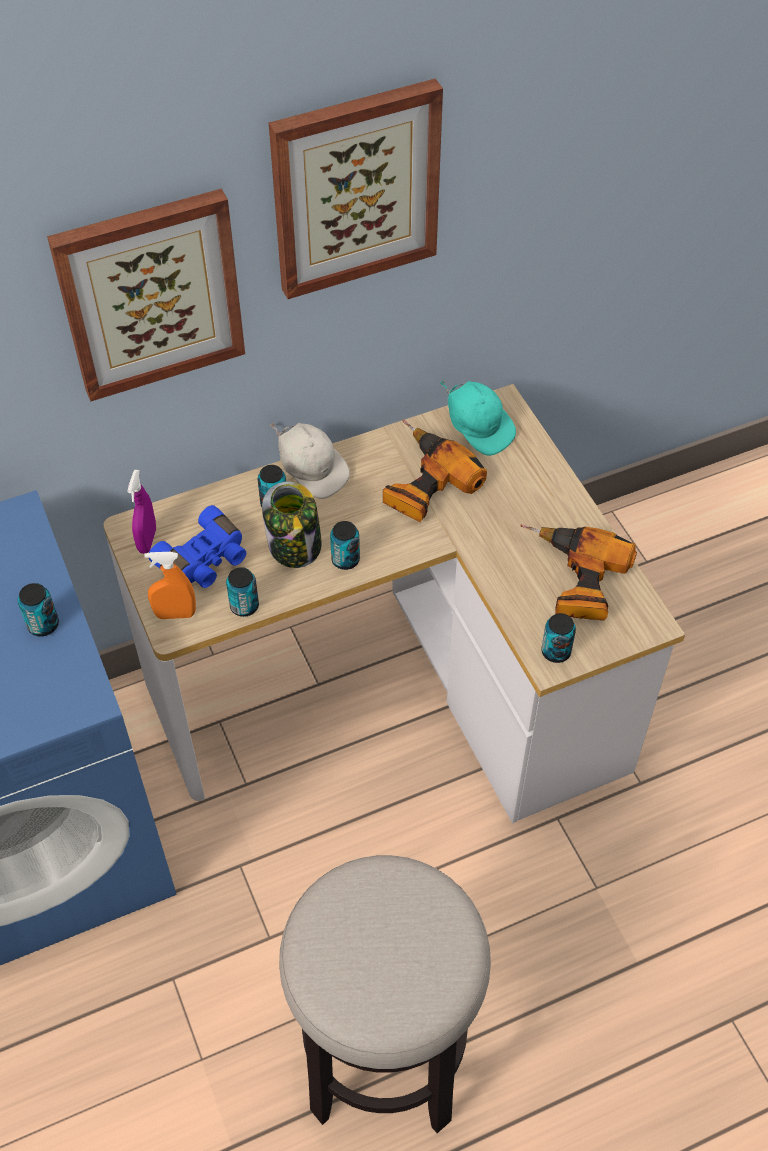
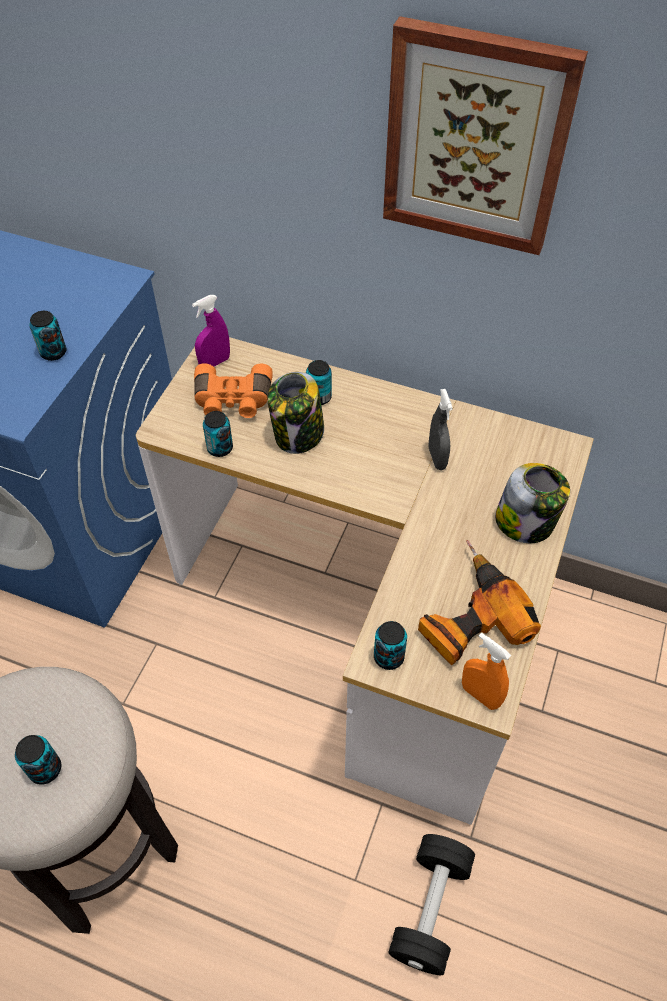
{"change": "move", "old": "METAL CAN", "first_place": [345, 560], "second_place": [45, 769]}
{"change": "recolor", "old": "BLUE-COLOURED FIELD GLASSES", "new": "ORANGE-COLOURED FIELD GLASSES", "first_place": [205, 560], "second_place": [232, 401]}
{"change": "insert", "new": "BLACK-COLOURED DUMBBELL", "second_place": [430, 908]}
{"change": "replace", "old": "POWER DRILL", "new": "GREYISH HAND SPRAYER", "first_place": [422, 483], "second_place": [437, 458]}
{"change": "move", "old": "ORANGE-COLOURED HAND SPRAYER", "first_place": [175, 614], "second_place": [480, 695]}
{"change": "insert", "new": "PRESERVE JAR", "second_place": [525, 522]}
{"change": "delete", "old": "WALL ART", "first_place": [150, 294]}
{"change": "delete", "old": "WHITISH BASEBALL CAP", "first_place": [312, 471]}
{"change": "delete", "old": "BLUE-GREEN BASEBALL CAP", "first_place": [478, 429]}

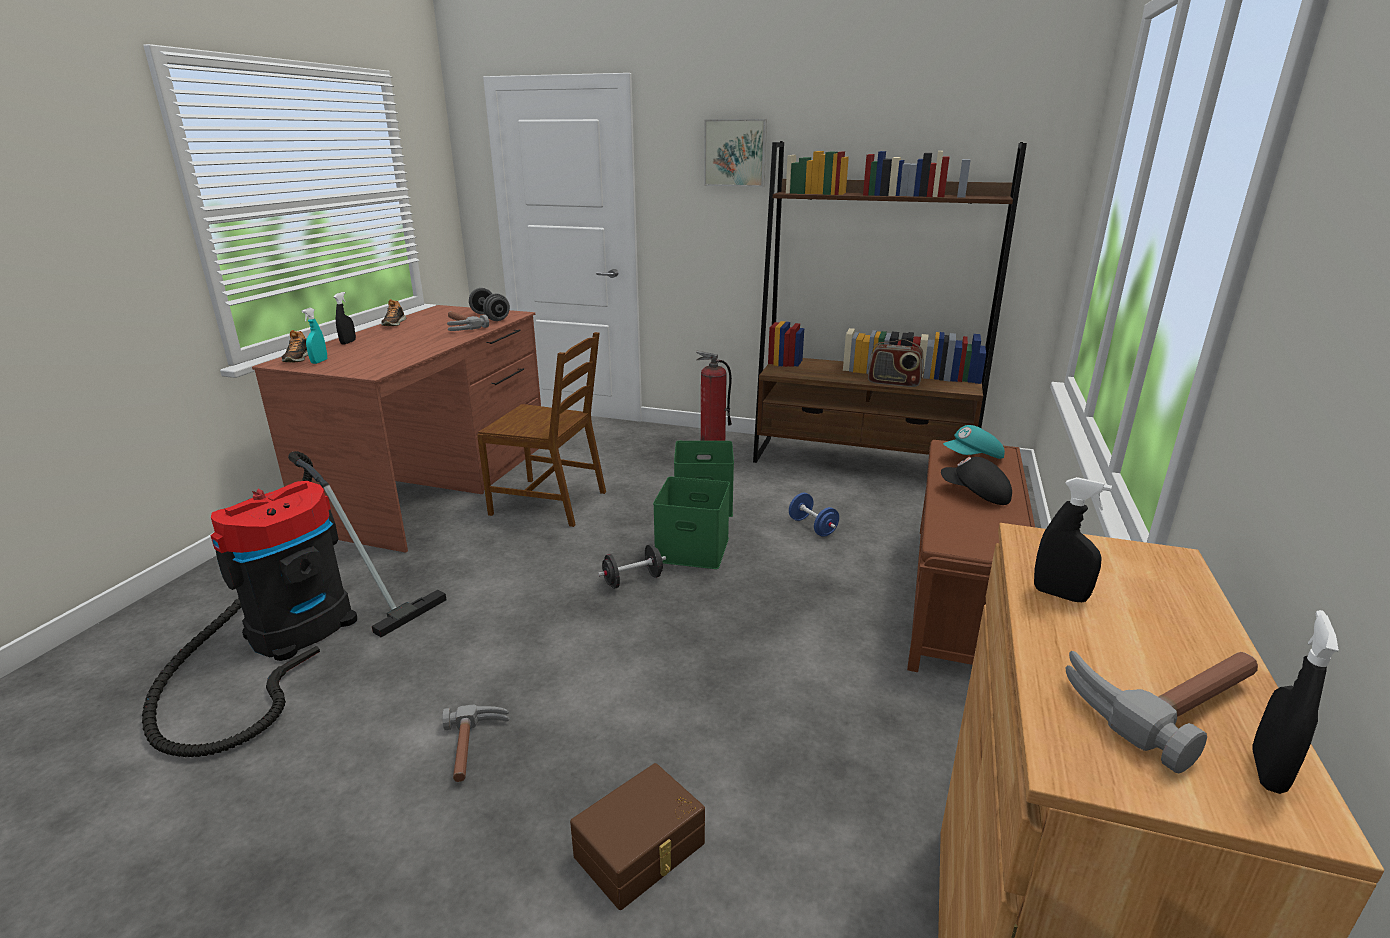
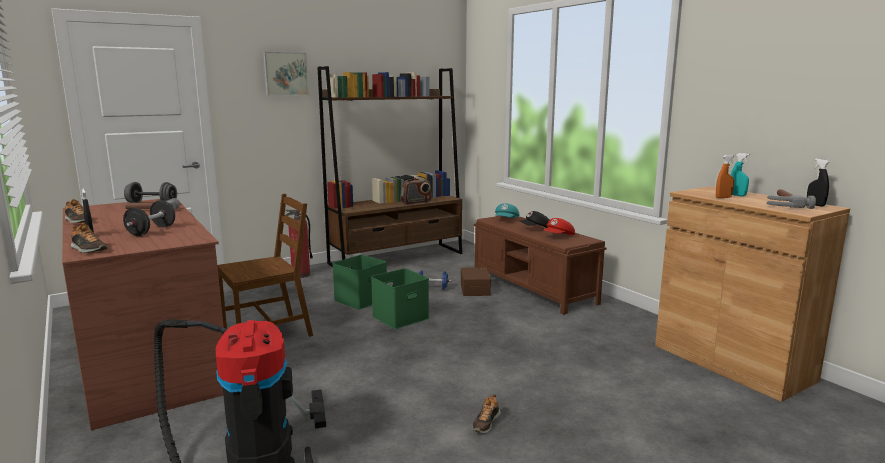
{"change": "move", "old": "BLACK-COLOURED DUMBBELL", "first_place": [633, 580], "second_place": [151, 231]}
{"change": "move", "old": "BROWNISH STORAGE CONTAINER", "first_place": [641, 851], "second_place": [476, 289]}
{"change": "replace", "old": "HAMMER", "new": "SHOE", "first_place": [475, 748], "second_place": [485, 423]}
{"change": "insert", "new": "RED BASEBALL CAP", "second_place": [558, 237]}
{"change": "recolor", "old": "BLACK-COLOURED HAND SPRAYER", "new": "ORANGE-COLOURED HAND SPRAYER", "first_place": [1059, 595], "second_place": [723, 197]}
{"change": "move", "old": "BLUE-GREEN HAND SPRAYER", "first_place": [319, 361], "second_place": [737, 195]}

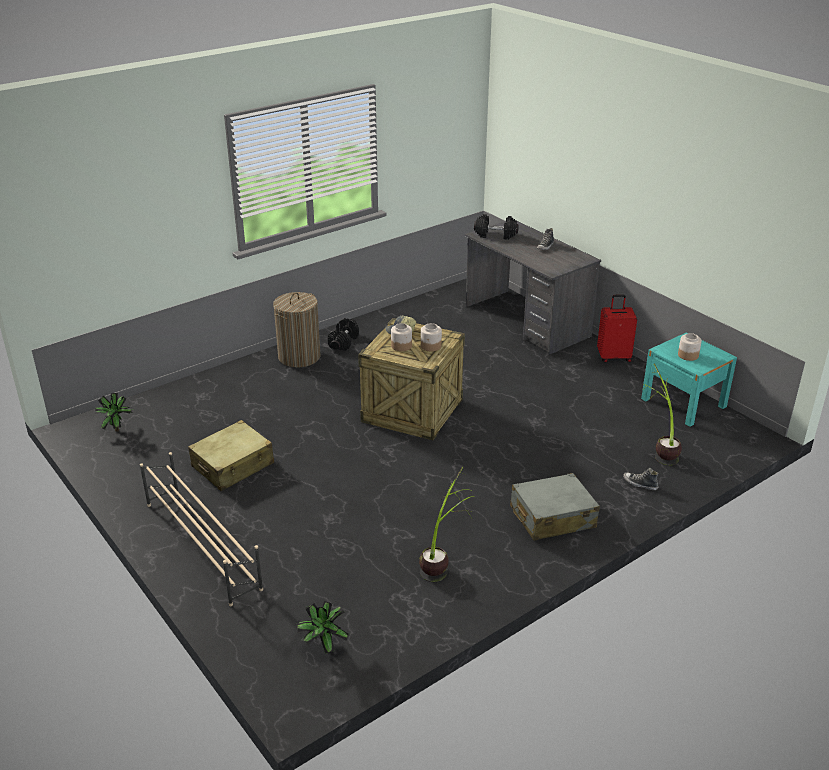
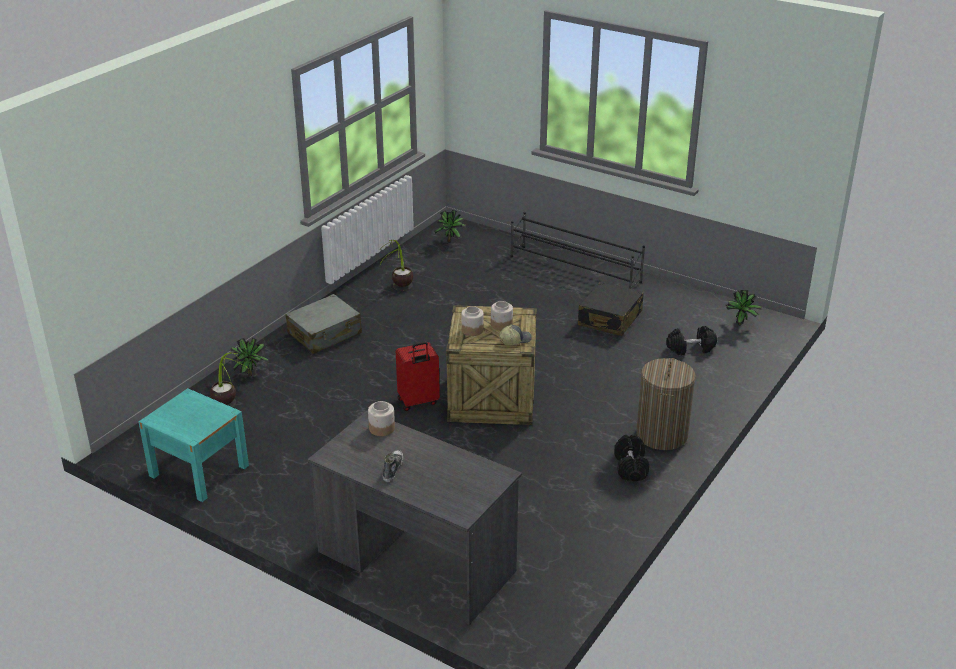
{"change": "replace", "old": "SHOE", "new": "PLANT IN A POT", "first_place": [640, 484], "second_place": [251, 373]}
{"change": "move", "old": "PRESERVE JAR", "first_place": [687, 355], "second_place": [382, 428]}
{"change": "move", "old": "RED SUITCASE", "first_place": [613, 357], "second_place": [418, 402]}
{"change": "recolor", "old": "SAND-COLOURED SHOE SHELF", "new": "BLACK-COLOURED SHOE SHELF", "first_place": [202, 544], "second_place": [575, 269]}
{"change": "recolor", "old": "SAND-COLOURED SUITCASE", "new": "BLACK-COLOURED SUITCASE", "first_place": [233, 465], "second_place": [609, 319]}
{"change": "move", "old": "BLACK-COLOURED DUMBBELL", "first_place": [495, 235], "second_place": [690, 349]}

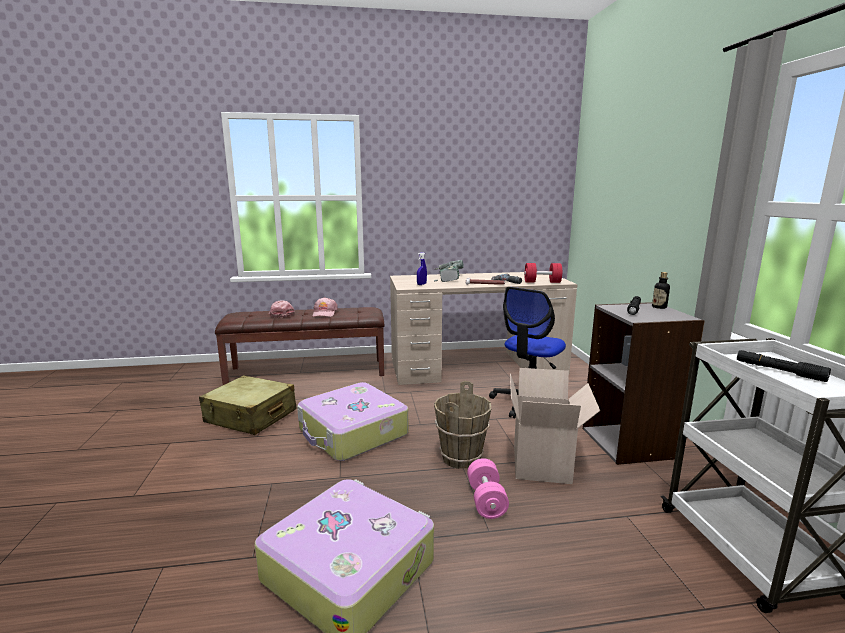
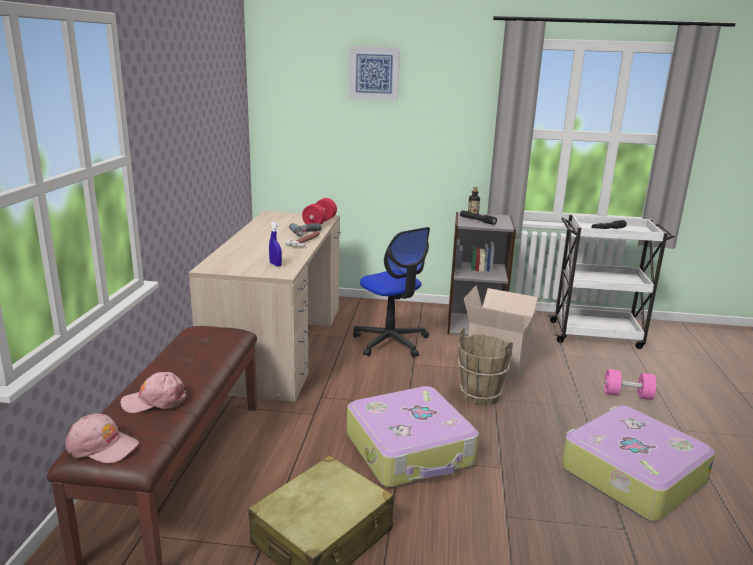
{"change": "move", "old": "PINKISH BASEBALL CAP", "first_place": [324, 313], "second_place": [102, 446]}
{"change": "insert", "new": "WALL ART", "second_place": [374, 73]}
{"change": "move", "old": "PINKISH DUMBBELL", "first_place": [486, 500], "second_place": [627, 395]}
{"change": "delete", "old": "POWER DRILL", "first_place": [447, 279]}

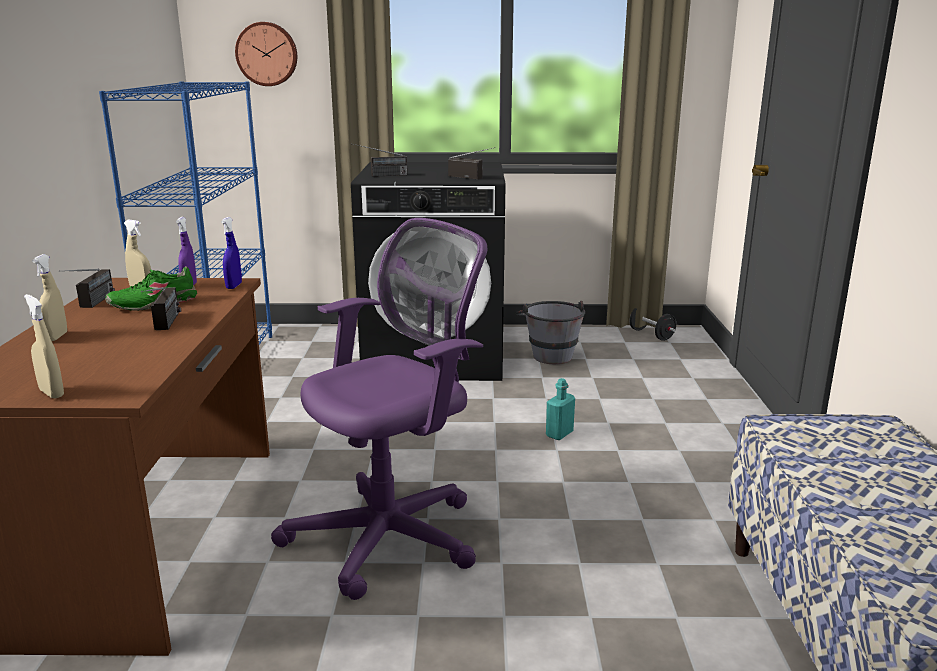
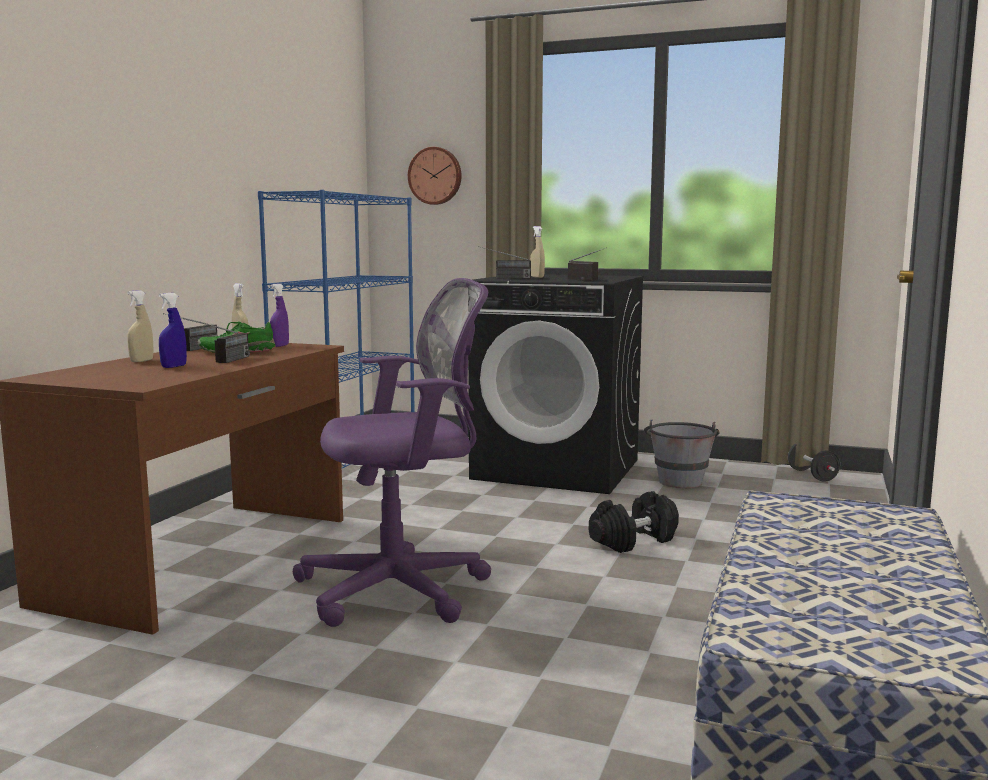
{"change": "move", "old": "BLUE-COLOURED HAND SPRAYER", "first_place": [234, 286], "second_place": [174, 366]}
{"change": "move", "old": "SAND-COLOURED HAND SPRAYER", "first_place": [51, 393], "second_place": [537, 277]}
{"change": "replace", "old": "BLUE-GREEN DRINK BOTTLE", "new": "BLACK-COLOURED DUMBBELL", "first_place": [559, 434], "second_place": [633, 540]}

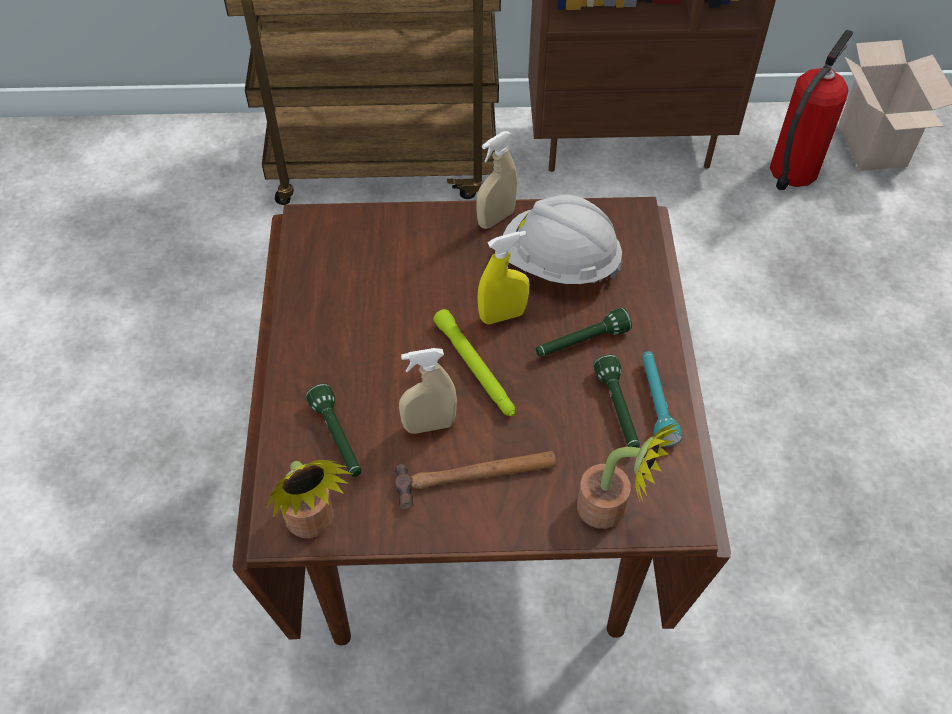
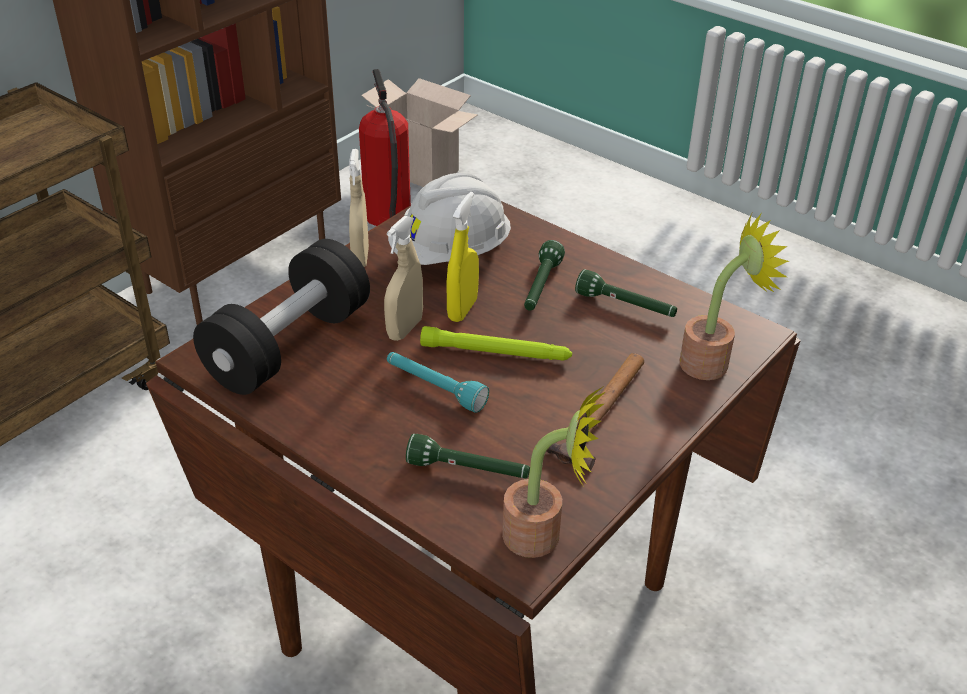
{"change": "insert", "new": "BLACK-COLOURED DUMBBELL", "second_place": [288, 345]}
{"change": "move", "old": "SAND-COLOURED HAND SPRAYER", "first_place": [429, 425], "second_place": [405, 329]}
{"change": "move", "old": "BLUE-GREEN TORCH", "first_place": [656, 403], "second_place": [434, 388]}

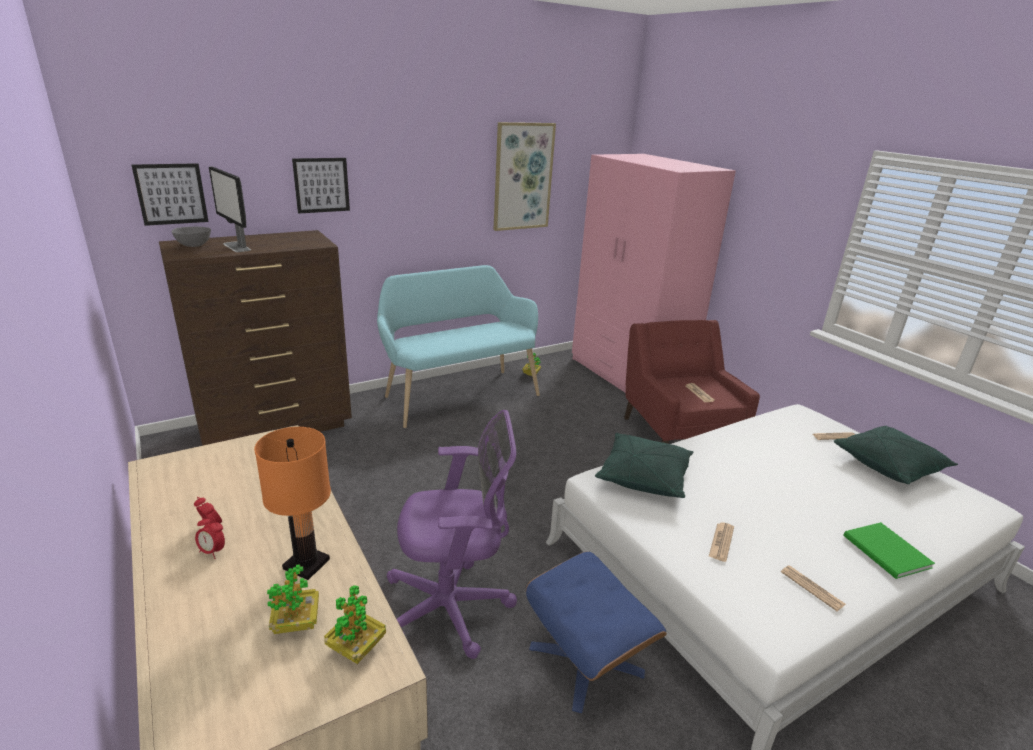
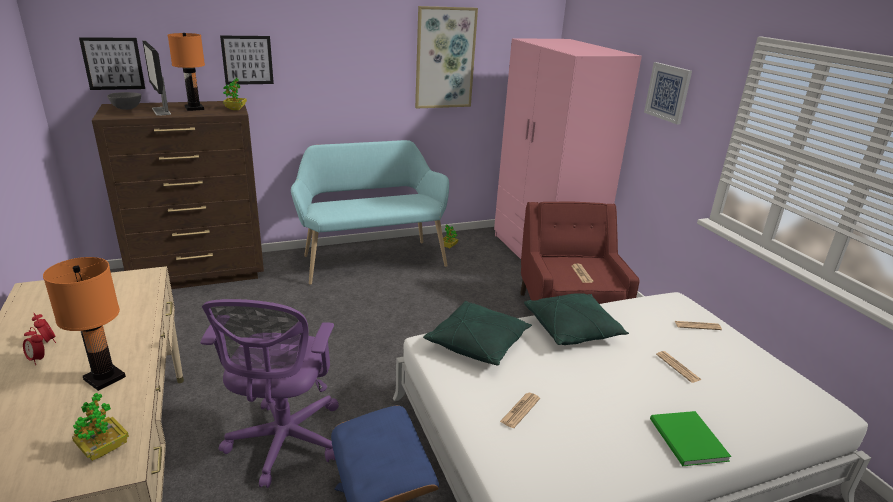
{"change": "insert", "new": "ORANGE-COLOURED TABLETOP LAMP", "second_place": [194, 108]}
{"change": "rotate", "old": "PURPLE DESK CHAIR", "first_place": [453, 607], "second_place": [283, 444], "degrees": 90}
{"change": "move", "old": "PLANT IN A POT", "first_place": [296, 623], "second_place": [235, 109]}
{"change": "move", "old": "GREENISH PILLOW", "first_place": [889, 465], "second_place": [572, 330]}
{"change": "insert", "new": "WALL ART", "second_place": [668, 92]}
{"change": "move", "old": "DAILY PAPER", "first_place": [812, 588], "second_place": [678, 367]}

